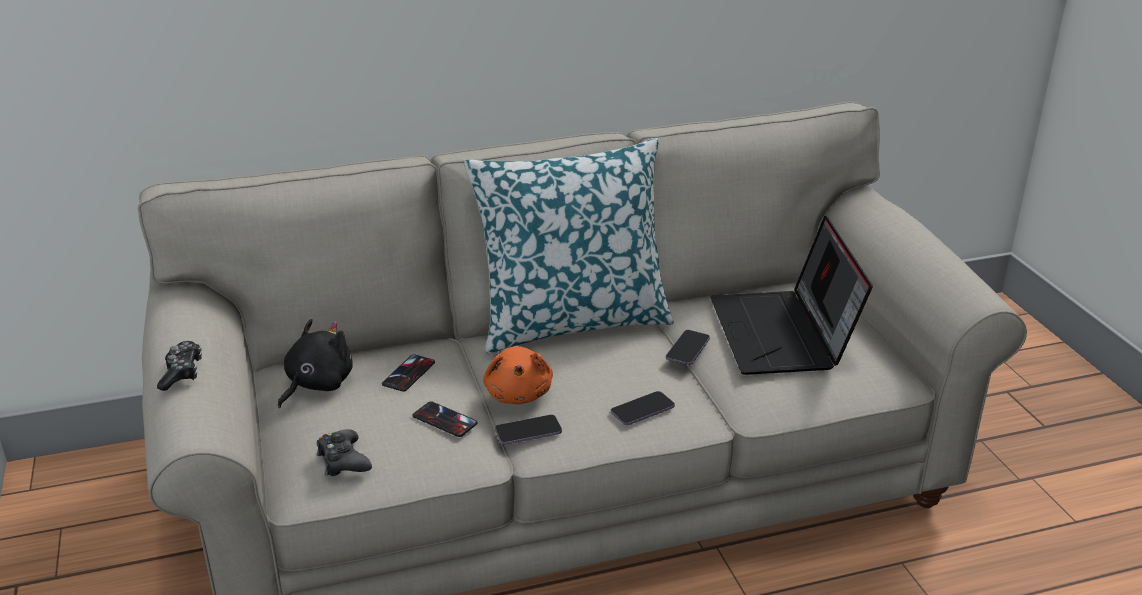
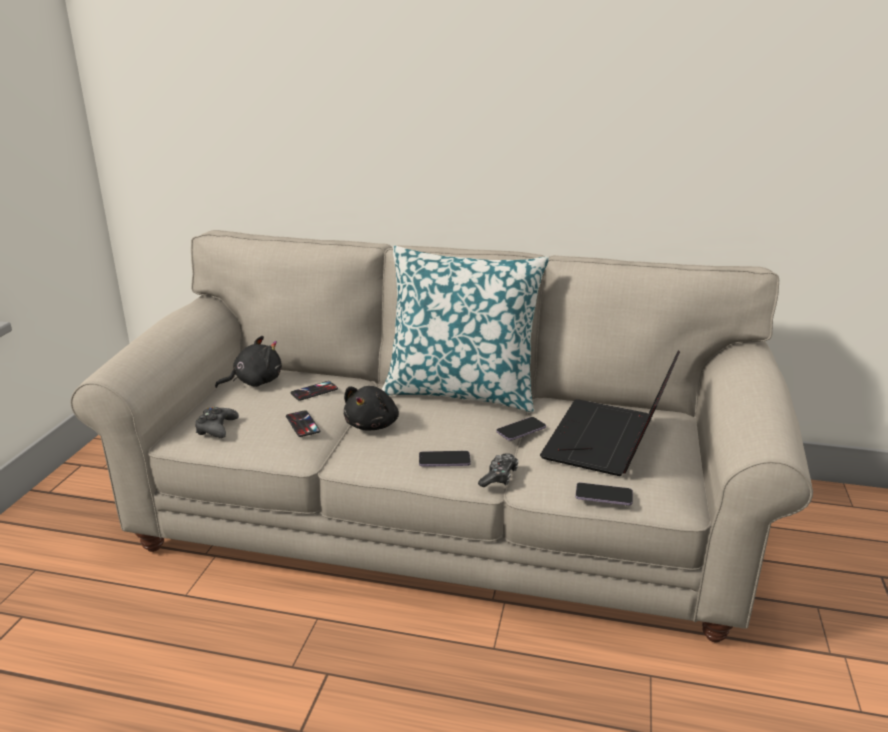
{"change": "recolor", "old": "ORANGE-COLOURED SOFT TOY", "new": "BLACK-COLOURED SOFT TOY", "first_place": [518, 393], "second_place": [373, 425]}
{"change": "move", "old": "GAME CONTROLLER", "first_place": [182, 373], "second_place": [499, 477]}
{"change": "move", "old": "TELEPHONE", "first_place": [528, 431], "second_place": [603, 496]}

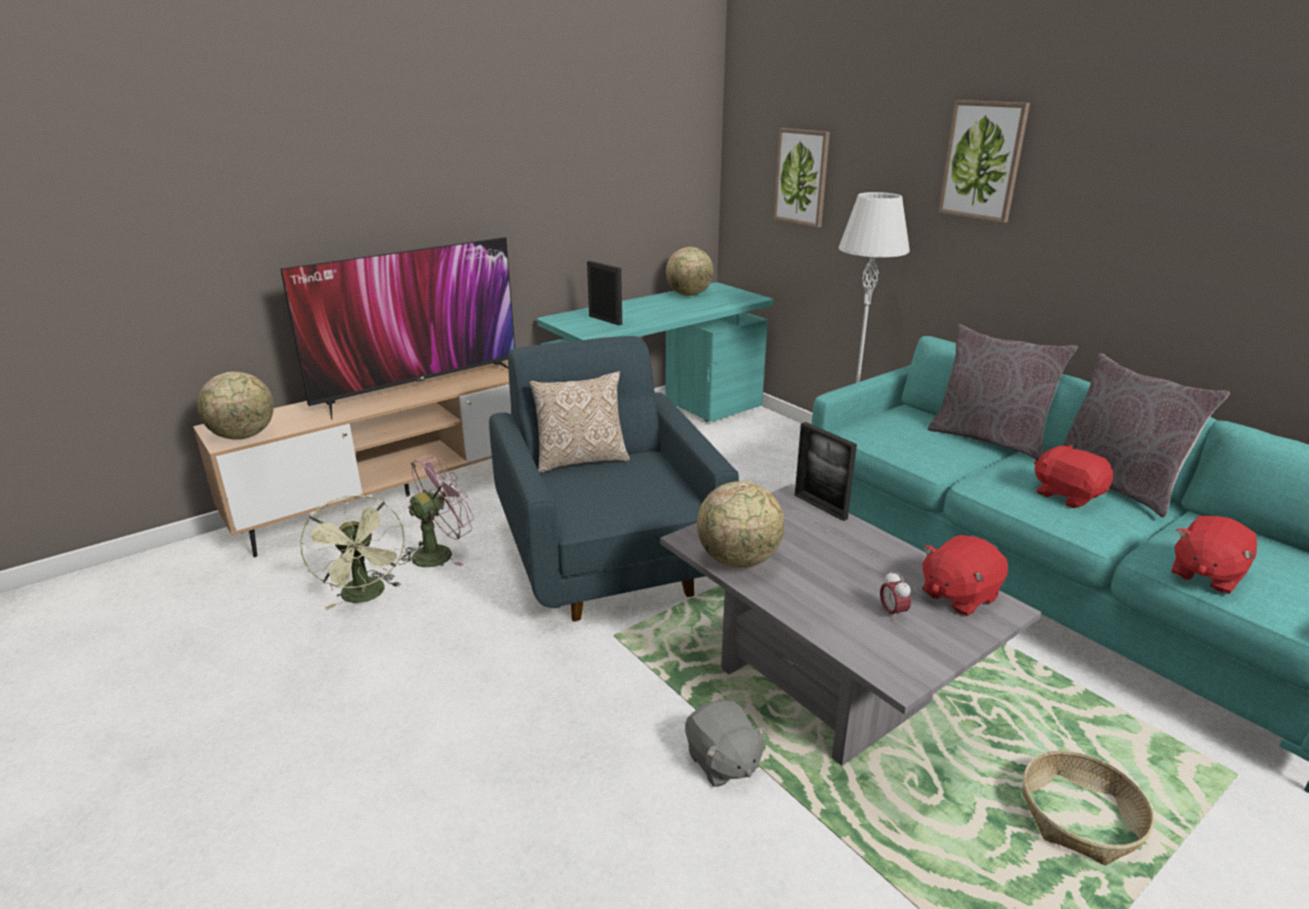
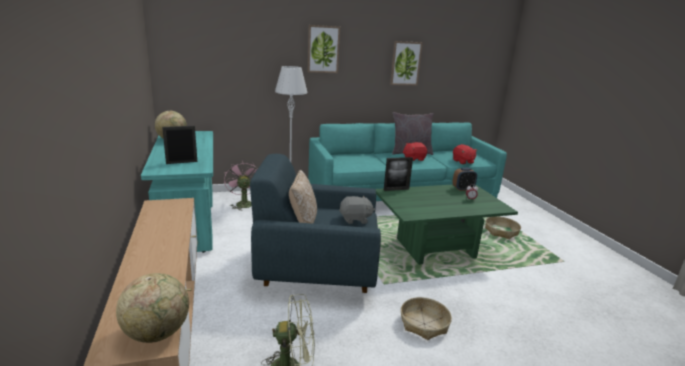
{"change": "move", "old": "PINKISH ELECTRIC FAN", "first_place": [440, 553], "second_place": [243, 203]}
{"change": "move", "old": "GREYISH SOFT TOY", "first_place": [722, 762], "second_place": [355, 219]}
{"change": "recolor", "old": "GREYISH COFFEE TABLE", "new": "GREENISH COFFEE TABLE", "first_place": [823, 685], "second_place": [435, 248]}
{"change": "move", "old": "WALL ART", "first_place": [802, 177], "second_place": [405, 63]}
{"change": "insert", "new": "HOUSEHOLD BASKET", "second_place": [424, 324]}
{"change": "replace", "old": "RED SOFT TOY", "new": "BEDSIDE CLOCK", "first_place": [958, 595], "second_place": [463, 189]}
{"change": "delete", "old": "TV SET", "first_place": [419, 386]}
{"change": "delete", "old": "DESK GLOBE", "first_place": [738, 561]}
{"change": "delete", "old": "GREYISH PILLOW", "first_place": [988, 439]}

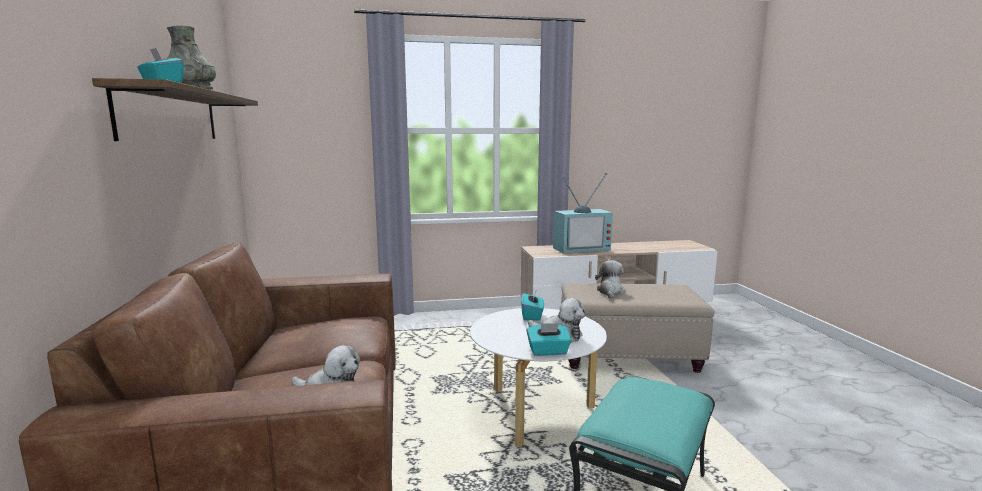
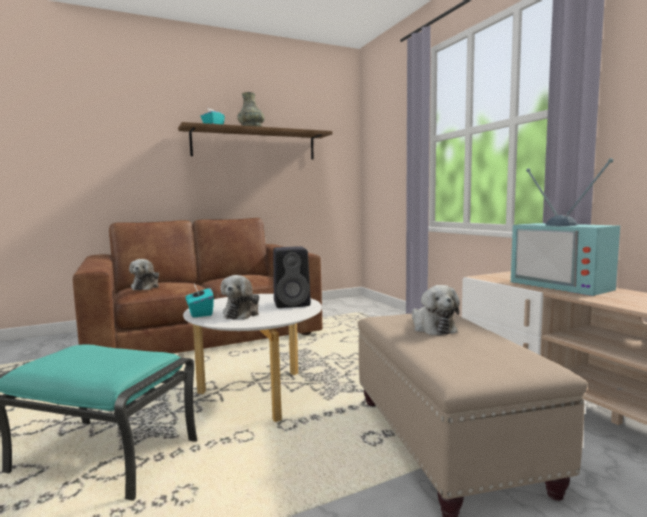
{"change": "replace", "old": "BLUE-GREEN TISSUE BOX", "new": "BLACK-COLOURED AUDIO SPEAKER", "first_place": [532, 316], "second_place": [293, 303]}
{"change": "rotate", "old": "SOFT TOY", "first_place": [610, 292], "second_place": [432, 327], "degrees": 75}

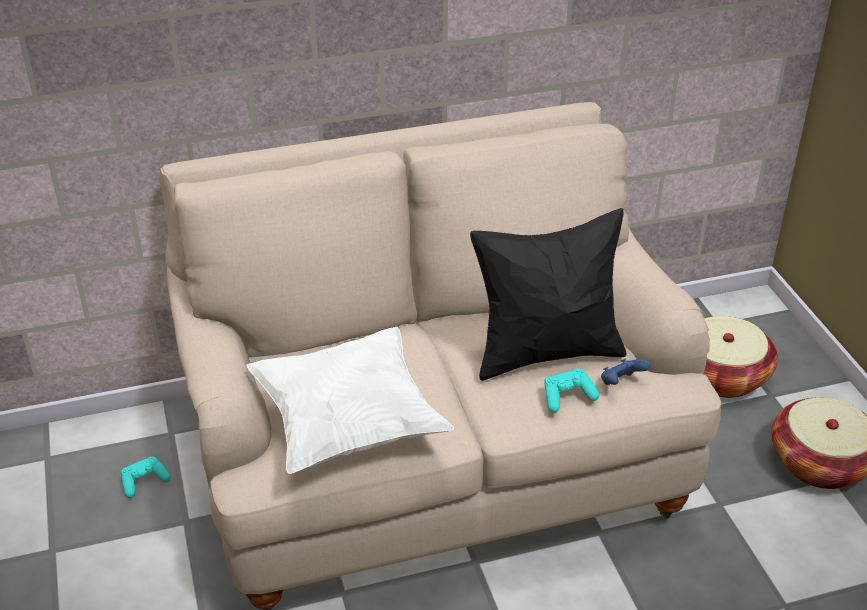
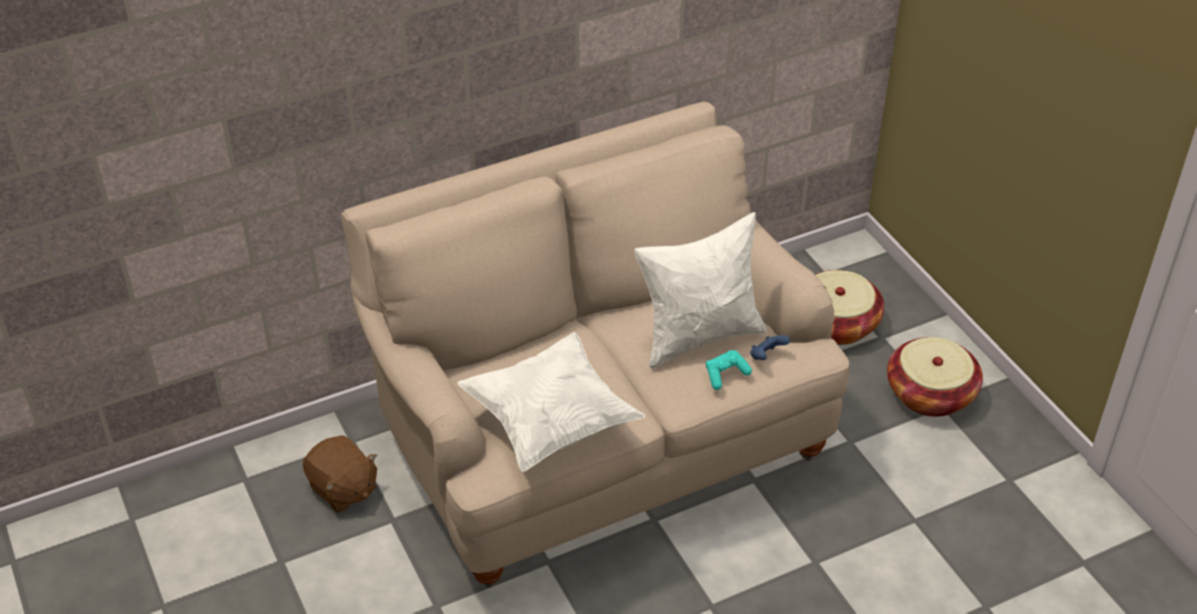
{"change": "replace", "old": "BLUE-GREEN GAME CONTROLLER", "new": "BROWNISH SOFT TOY", "first_place": [144, 482], "second_place": [343, 489]}
{"change": "recolor", "old": "BLACK-COLOURED PILLOW", "new": "WHITISH PILLOW", "first_place": [546, 352], "second_place": [699, 336]}

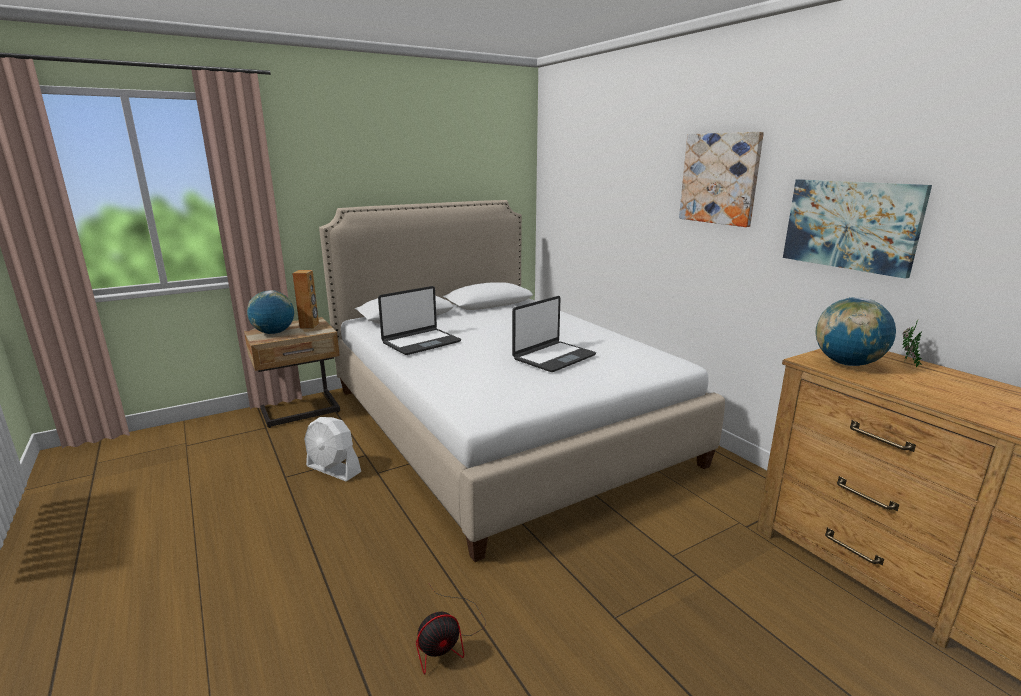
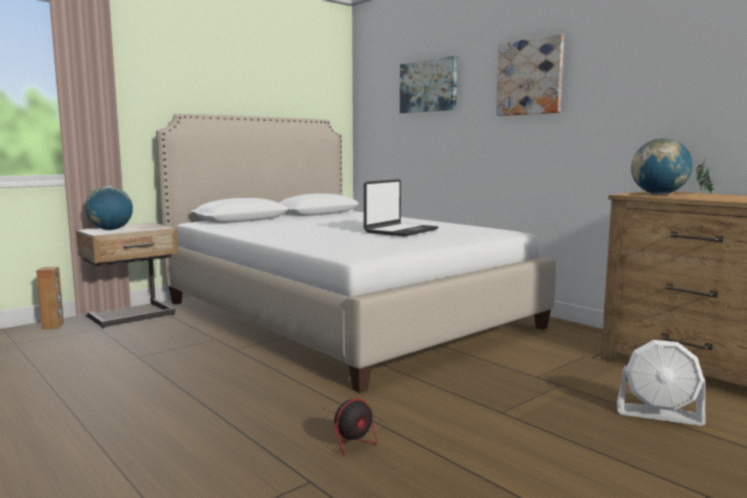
{"change": "move", "old": "BROWNISH AUDIO SPEAKER", "first_place": [309, 326], "second_place": [53, 326]}
{"change": "move", "old": "WALL ART", "first_place": [851, 225], "second_place": [428, 86]}
{"change": "move", "old": "WHITISH ELECTRIC FAN", "first_place": [333, 469], "second_place": [659, 414]}
{"change": "delete", "old": "LAPTOP", "first_place": [421, 342]}

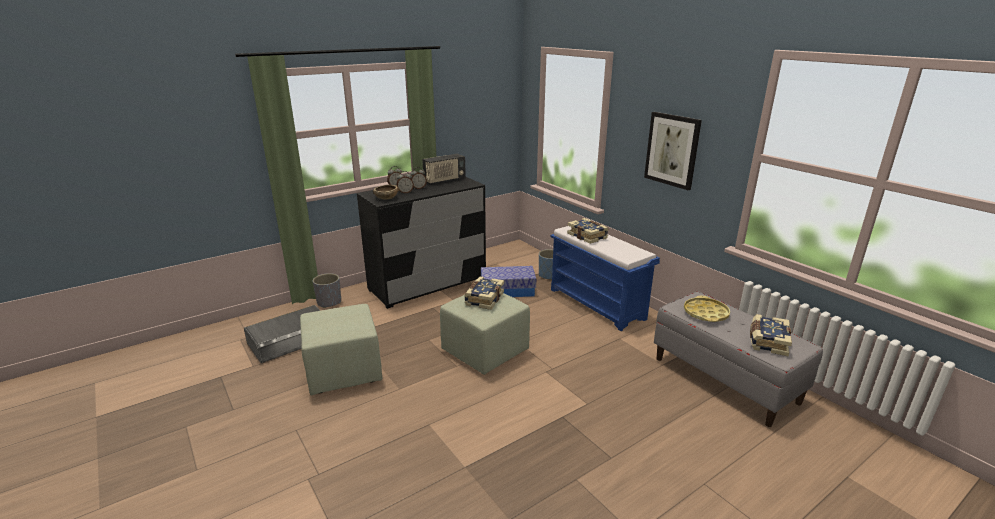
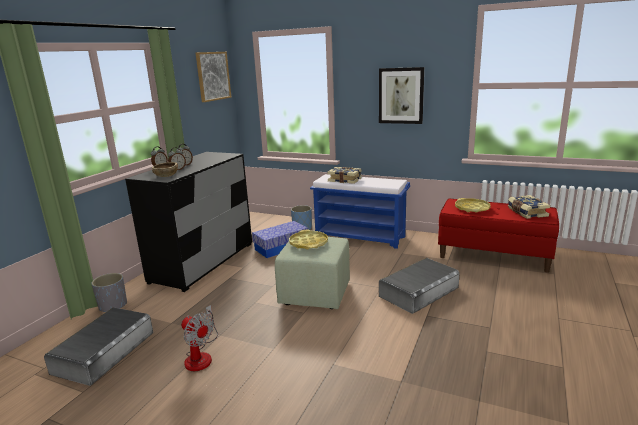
{"change": "replace", "old": "GREENISH POUFFE", "new": "ELECTRIC FAN", "first_place": [345, 371], "second_place": [201, 355]}
{"change": "insert", "new": "WALL ART", "second_place": [213, 76]}
{"change": "replace", "old": "BOOK", "new": "YELLOW TRAY", "first_place": [483, 299], "second_place": [308, 243]}
{"change": "insert", "new": "GREYISH STORAGE CONTAINER", "second_place": [418, 291]}
{"change": "recolor", "old": "GREYISH LONG SEAT", "new": "RED LONG SEAT", "first_place": [725, 380], "second_place": [494, 255]}
{"change": "delete", "old": "RADIO", "first_place": [444, 180]}

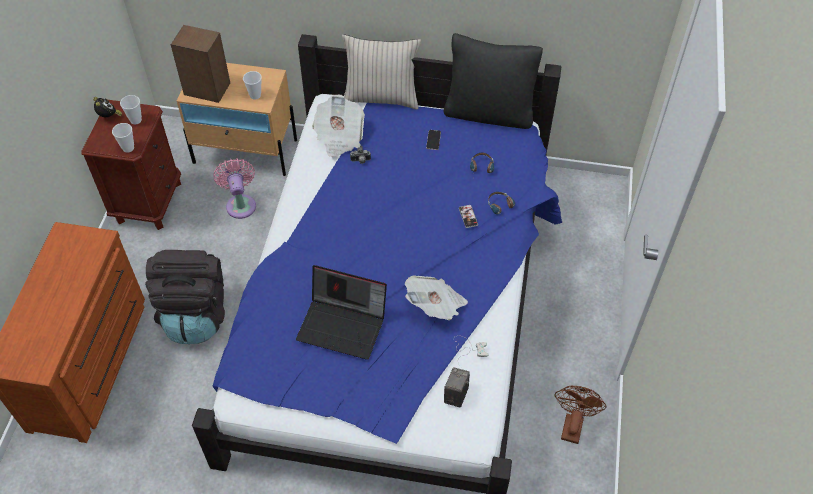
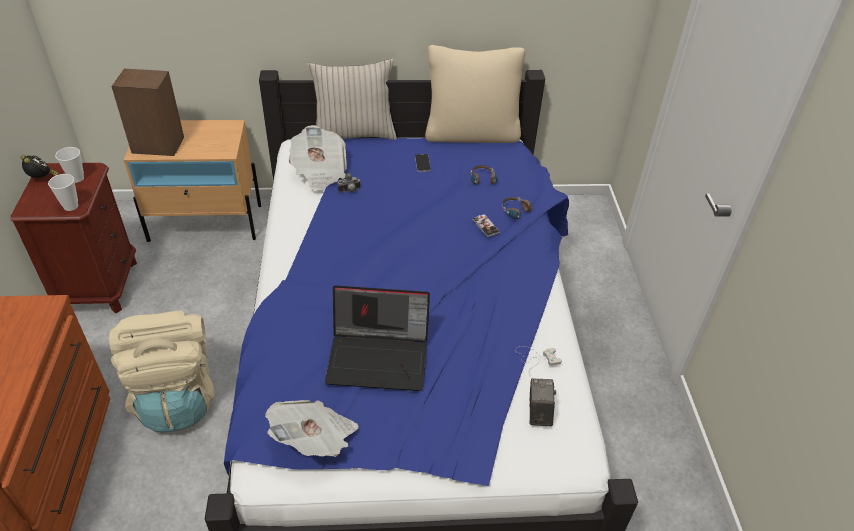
{"change": "recolor", "old": "BLACK-COLOURED RUCKSACK", "new": "SAND-COLOURED RUCKSACK", "first_place": [195, 314], "second_place": [176, 397]}
{"change": "move", "old": "DAILY PAPER", "first_place": [436, 306], "second_place": [315, 439]}
{"change": "recolor", "old": "BLACK-COLOURED PILLOW", "new": "SAND-COLOURED PILLOW", "first_place": [489, 113], "second_place": [471, 134]}
{"change": "delete", "old": "PINKISH ELECTRIC FAN", "first_place": [240, 204]}
{"change": "delete", "old": "CUP", "first_place": [255, 95]}
{"change": "delete", "old": "BROWNISH ELECTRIC FAN", "first_place": [572, 424]}

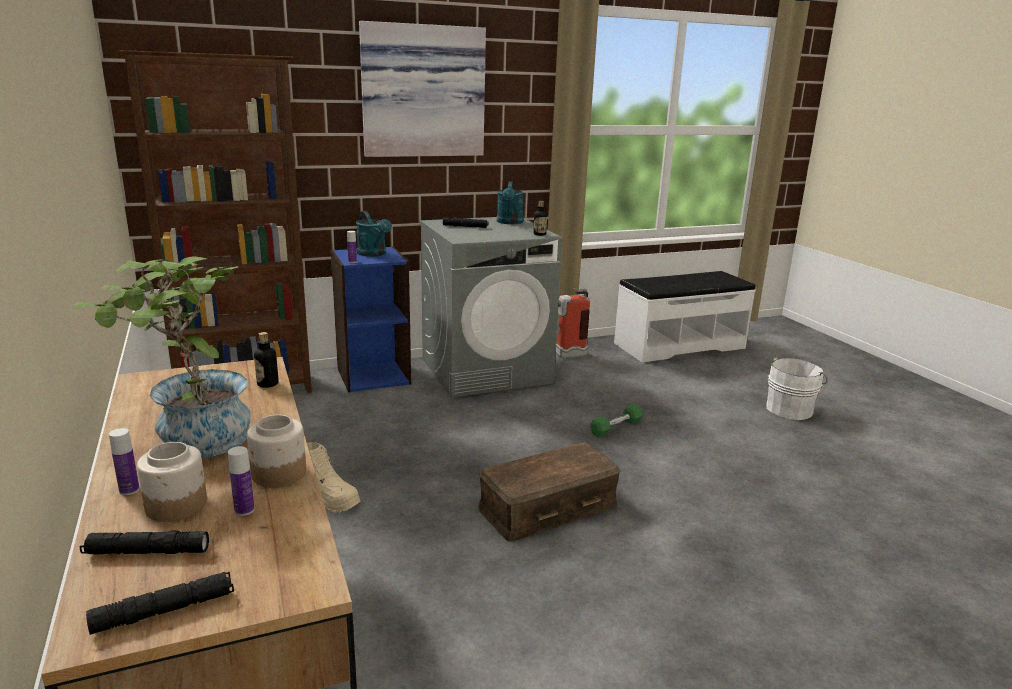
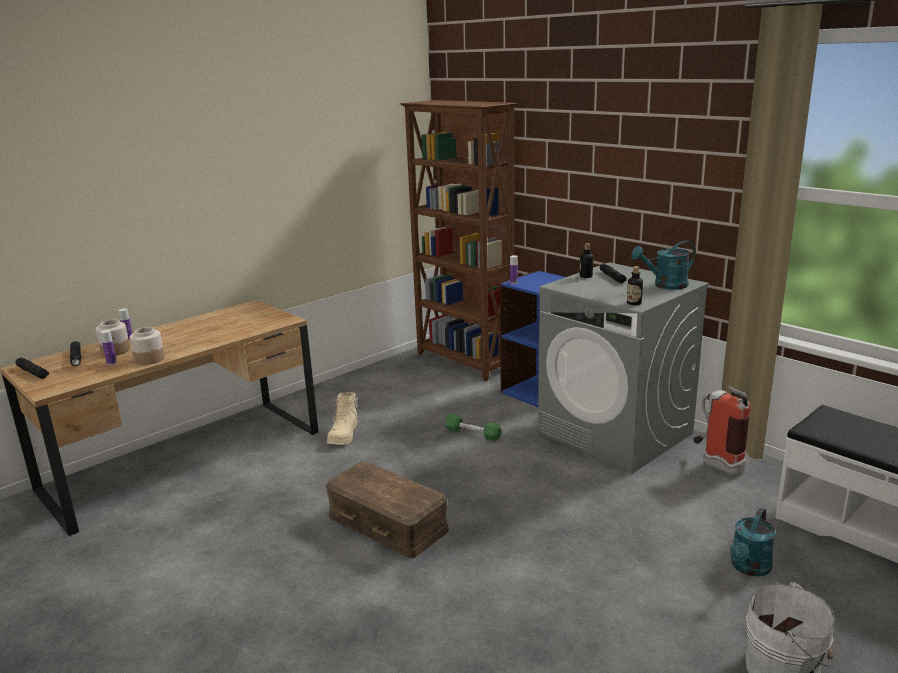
{"change": "move", "old": "GREENISH DUMBBELL", "first_place": [616, 427], "second_place": [473, 433]}
{"change": "move", "old": "DRINK BOTTLE", "first_place": [267, 384], "second_place": [586, 276]}
{"change": "move", "old": "BLUE-GREEN SPRINKLING CAN", "first_place": [374, 254], "second_place": [749, 568]}
{"change": "delete", "old": "PLANT IN A POT", "first_place": [192, 441]}
{"change": "delete", "old": "WALL ART", "first_place": [422, 91]}

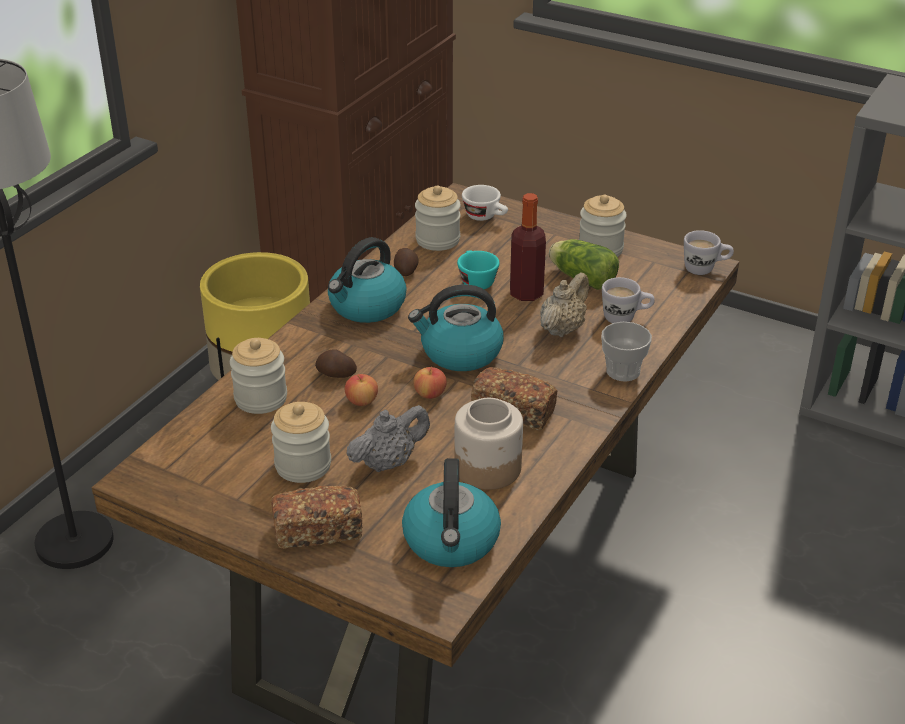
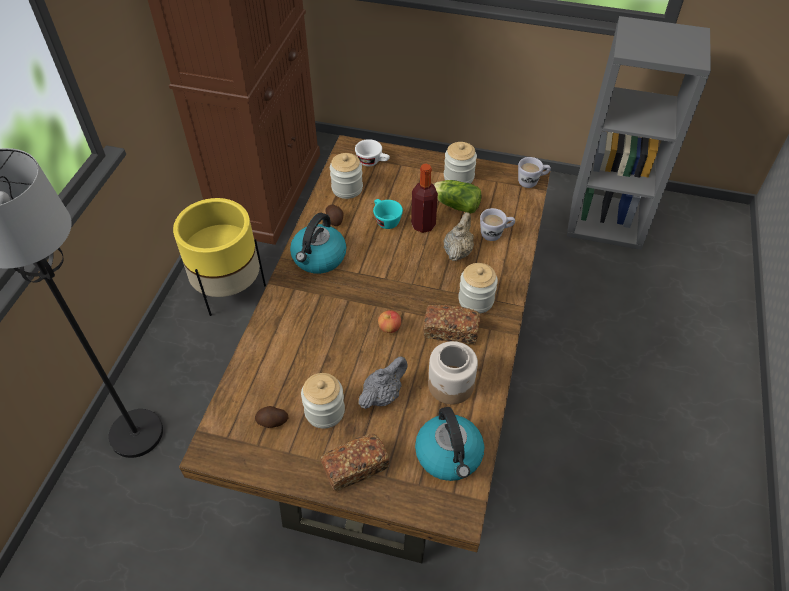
{"change": "move", "old": "WHOLE POTATO", "first_place": [335, 374], "second_place": [272, 422]}
{"change": "move", "old": "PRESERVE JAR", "first_place": [261, 398], "second_place": [476, 300]}
{"change": "delete", "old": "APPLE", "first_place": [361, 401]}
{"change": "delete", "old": "WATER KETTLE", "first_place": [460, 353]}
{"change": "delete", "old": "CUP", "first_place": [623, 371]}

